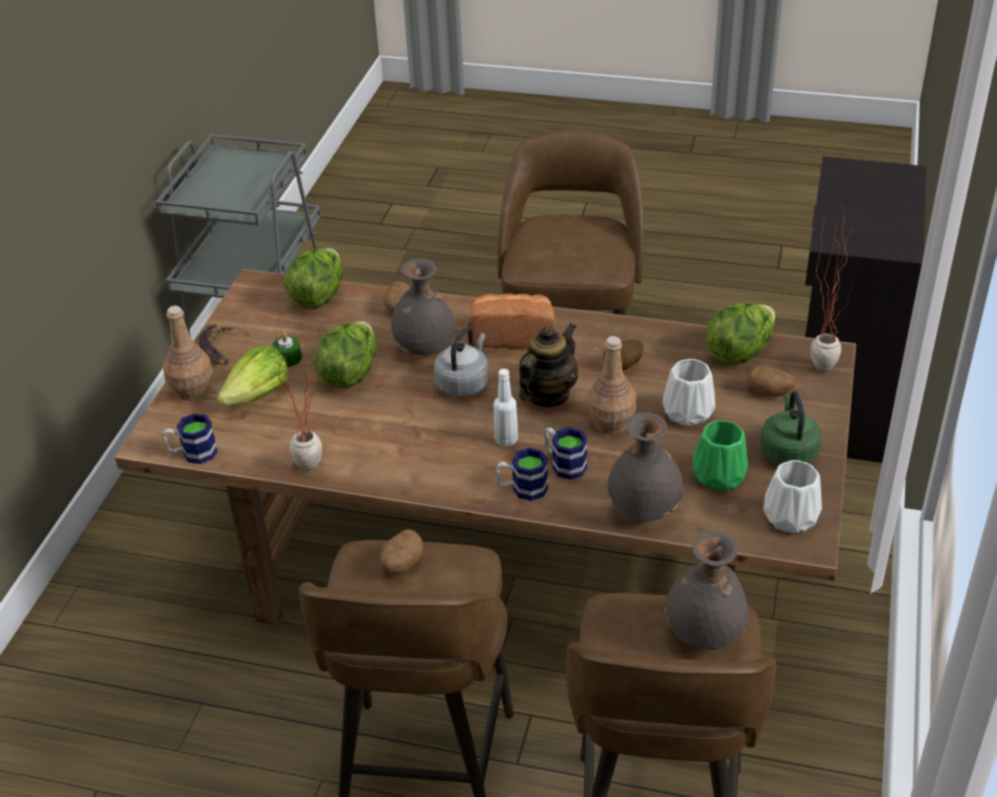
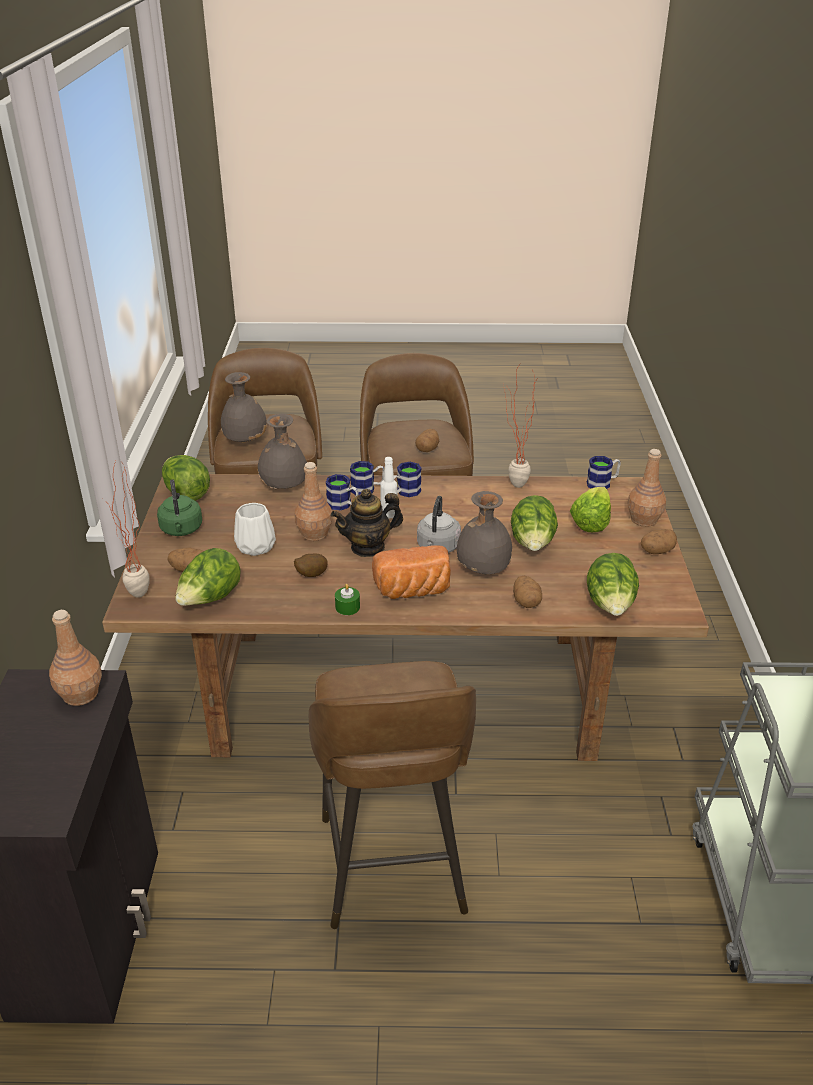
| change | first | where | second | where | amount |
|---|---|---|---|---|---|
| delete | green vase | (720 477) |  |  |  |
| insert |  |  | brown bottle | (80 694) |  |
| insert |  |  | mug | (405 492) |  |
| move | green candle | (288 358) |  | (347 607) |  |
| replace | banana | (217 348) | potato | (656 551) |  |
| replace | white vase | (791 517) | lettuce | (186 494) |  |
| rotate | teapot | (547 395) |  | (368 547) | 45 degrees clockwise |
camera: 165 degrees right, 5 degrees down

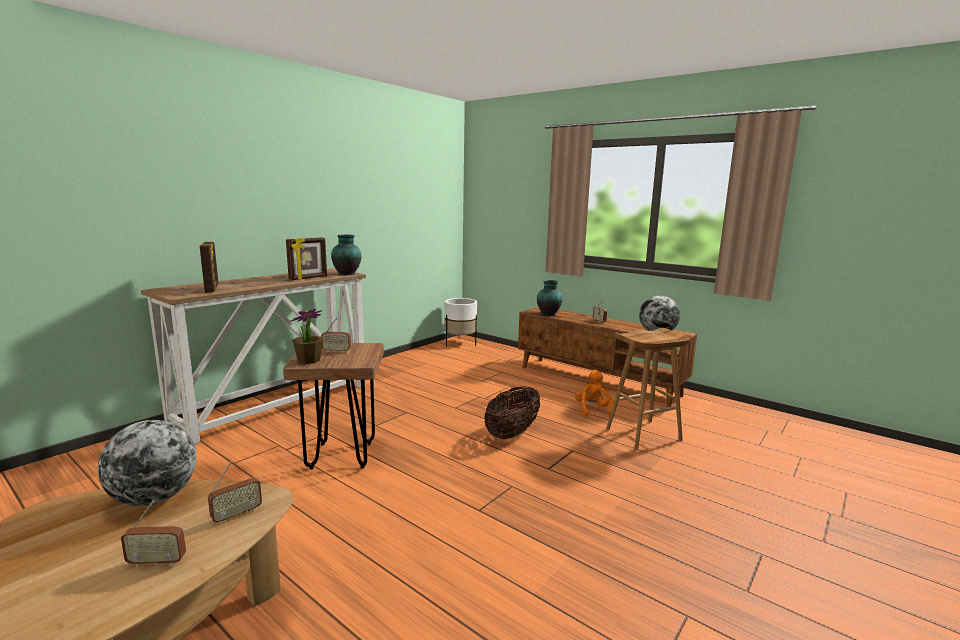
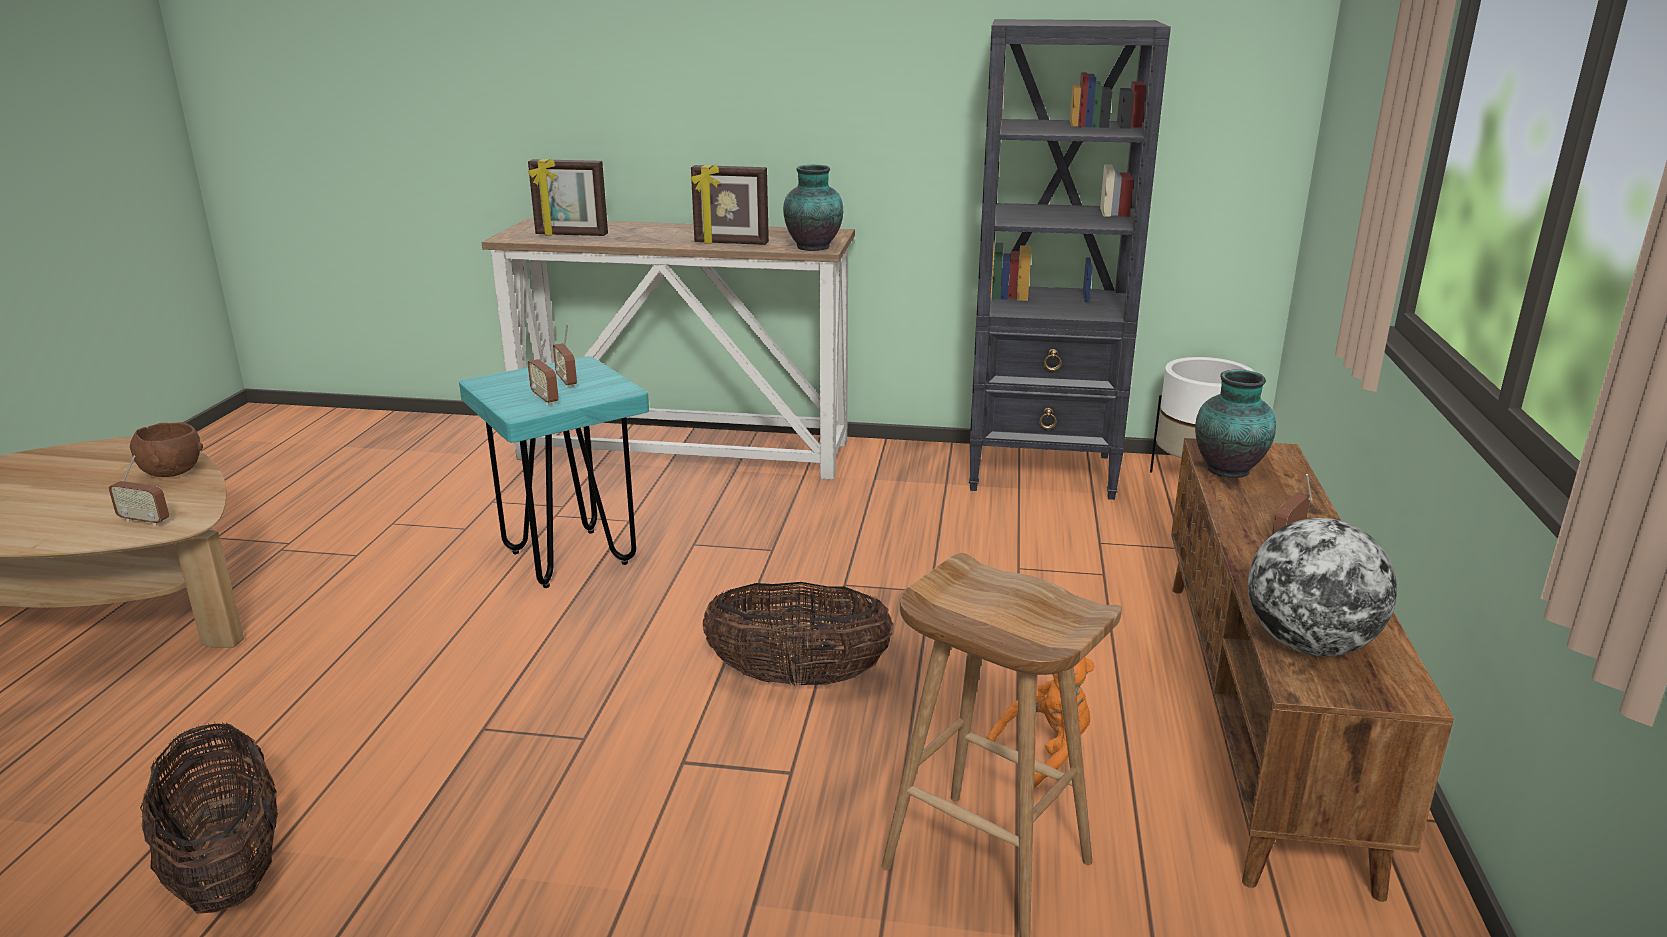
| change | first | where | second | where | amount |
|---|---|---|---|---|---|
| delete | potted plant | (308 360) |  |  |  |
| insert |  |  | basket | (228 869) |  |
| insert |  |  | black bookcase | (1042 473) |  |
| move | radio | (157 562) |  | (545 399) |  |
| replace | globe | (155 498) | brown bowl | (173 473) |  |
| recolor | brown stool | (342 455) | turquoise stool | (570 558) |  |
| rotate | picture frame | (212 289) |  | (571 235) | 60 degrees clockwise |
camera: 60 degrees right, 10 degrees up

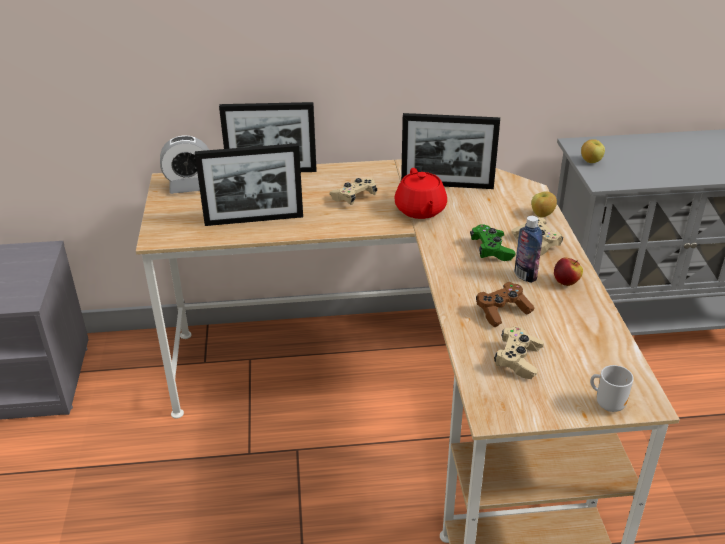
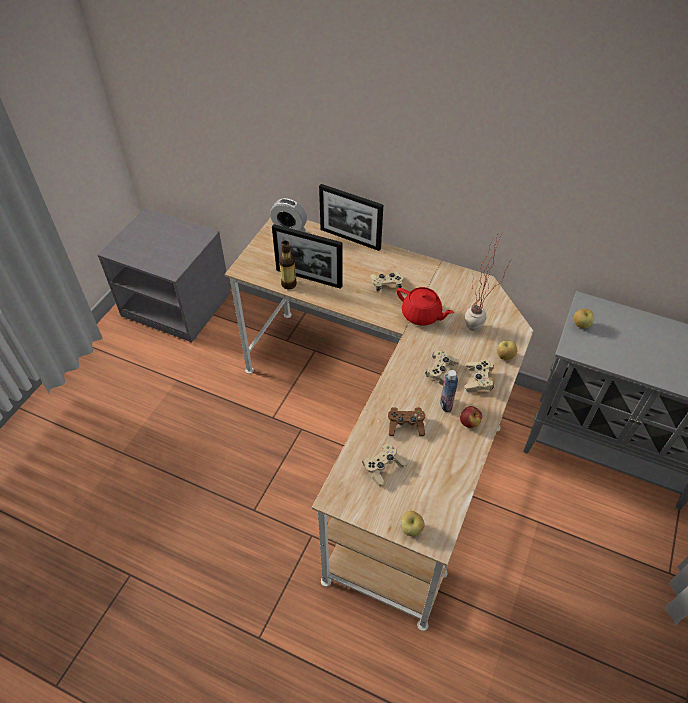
| change | first | where | second | where | amount |
|---|---|---|---|---|---|
| delete | picture frame | (447 185) |  |  |  |
| insert |  |  | bottle | (288 284) |  |
| insert |  |  | potted plant | (475 332) |  |
| replace | mug | (608 404) | apple | (411 529) |  |
| recolor | green game controller | (491 250) | beige game controller | (441 372) |  |
| rotate | red teapot | (420 210) |  | (422 315) | 75 degrees counterclockwise |
camera: 30 degrees right, 15 degrees up

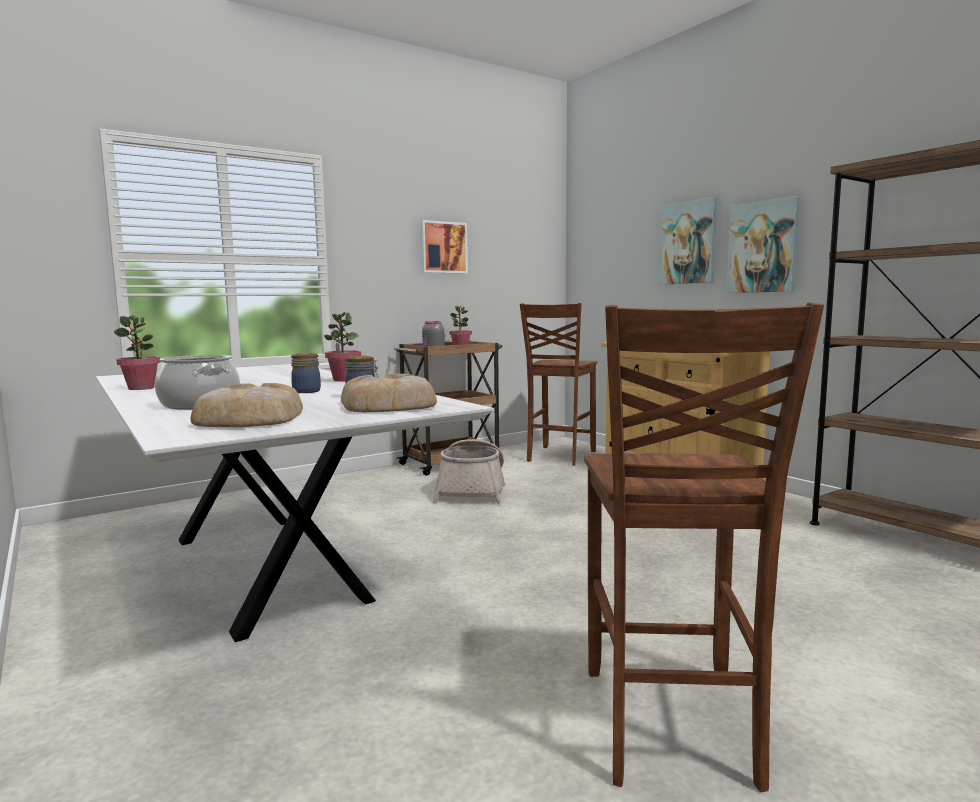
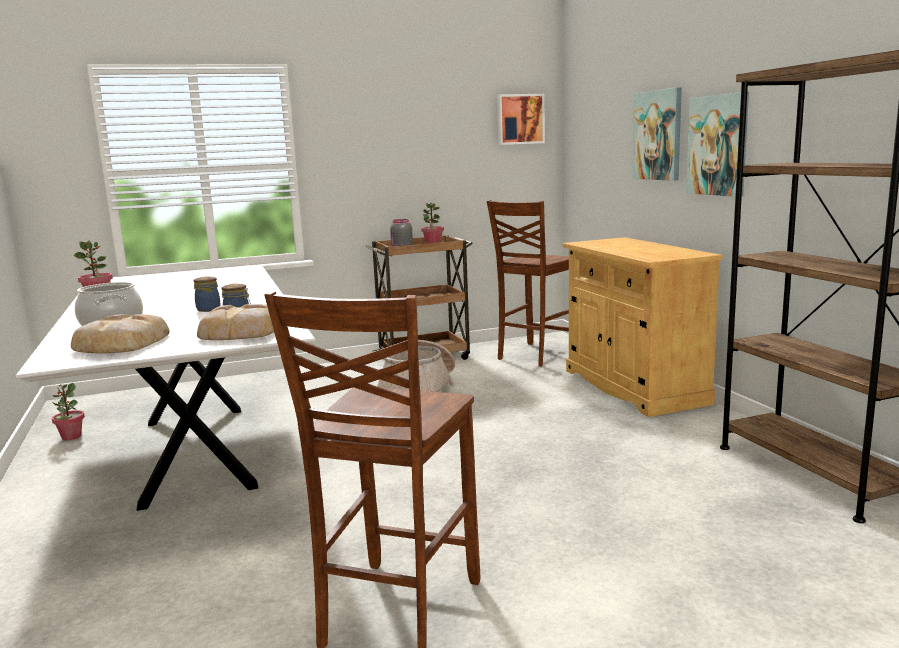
| change | first | where | second | where | amount |
|---|---|---|---|---|---|
| move | potted plant | (344 380) |  | (71 437) |  |
| move | picture | (442 247) |  | (520 119) |  |
camera: 15 degrees right, 5 degrees up

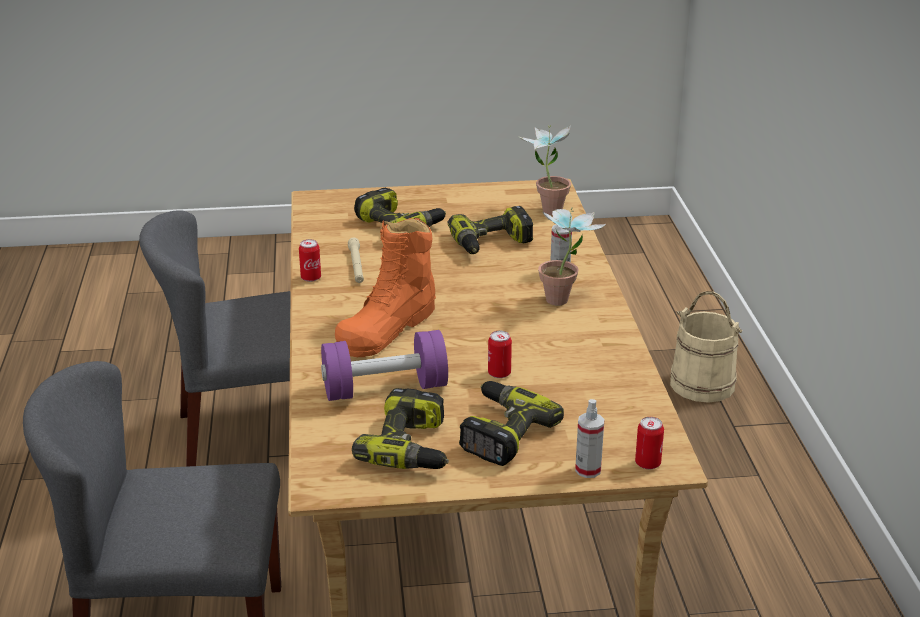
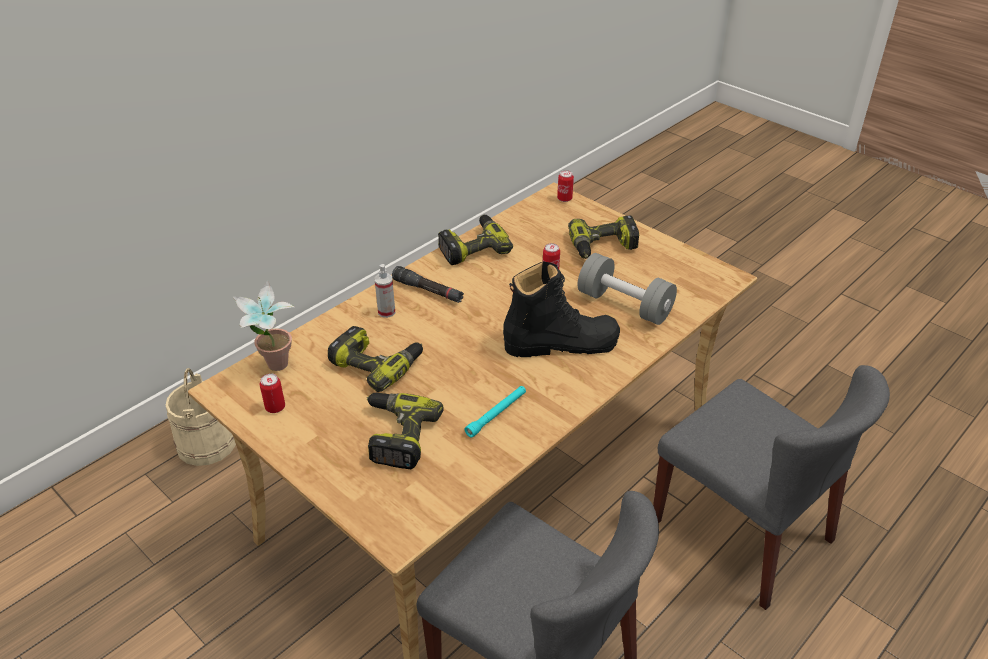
| change | first | where | second | where | amount |
|---|---|---|---|---|---|
| delete | spray bottle | (588 470) |  |  |  |
| move | can | (311 278) |  | (275 407) |  |
| move | power drill | (412 447) |  | (473 247) |  |
| replace | potted plant | (565 299) | black flashlight | (428 291) |  |
| recolor | purple dumbbell | (385 389) | grey dumbbell | (624 305) |  |
| recolor | orange boot | (387 328) | black boot | (561 343) |  |
| recolor | beige flashlight | (356 266) | turquoise flashlight | (496 414) |  |
camera: 130 degrees left, 10 degrees up

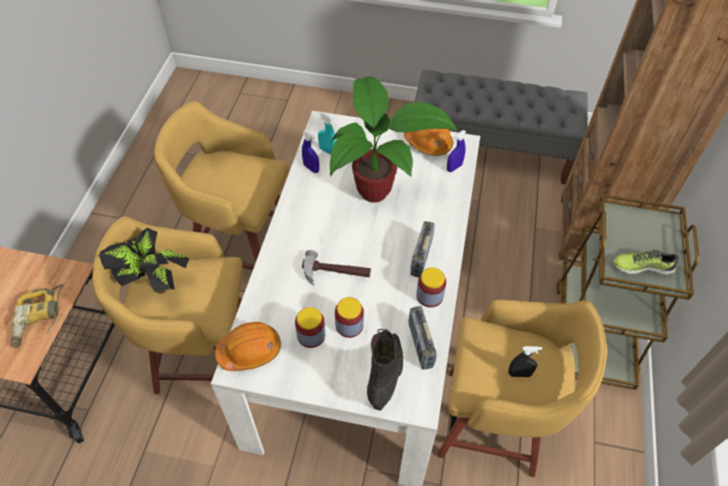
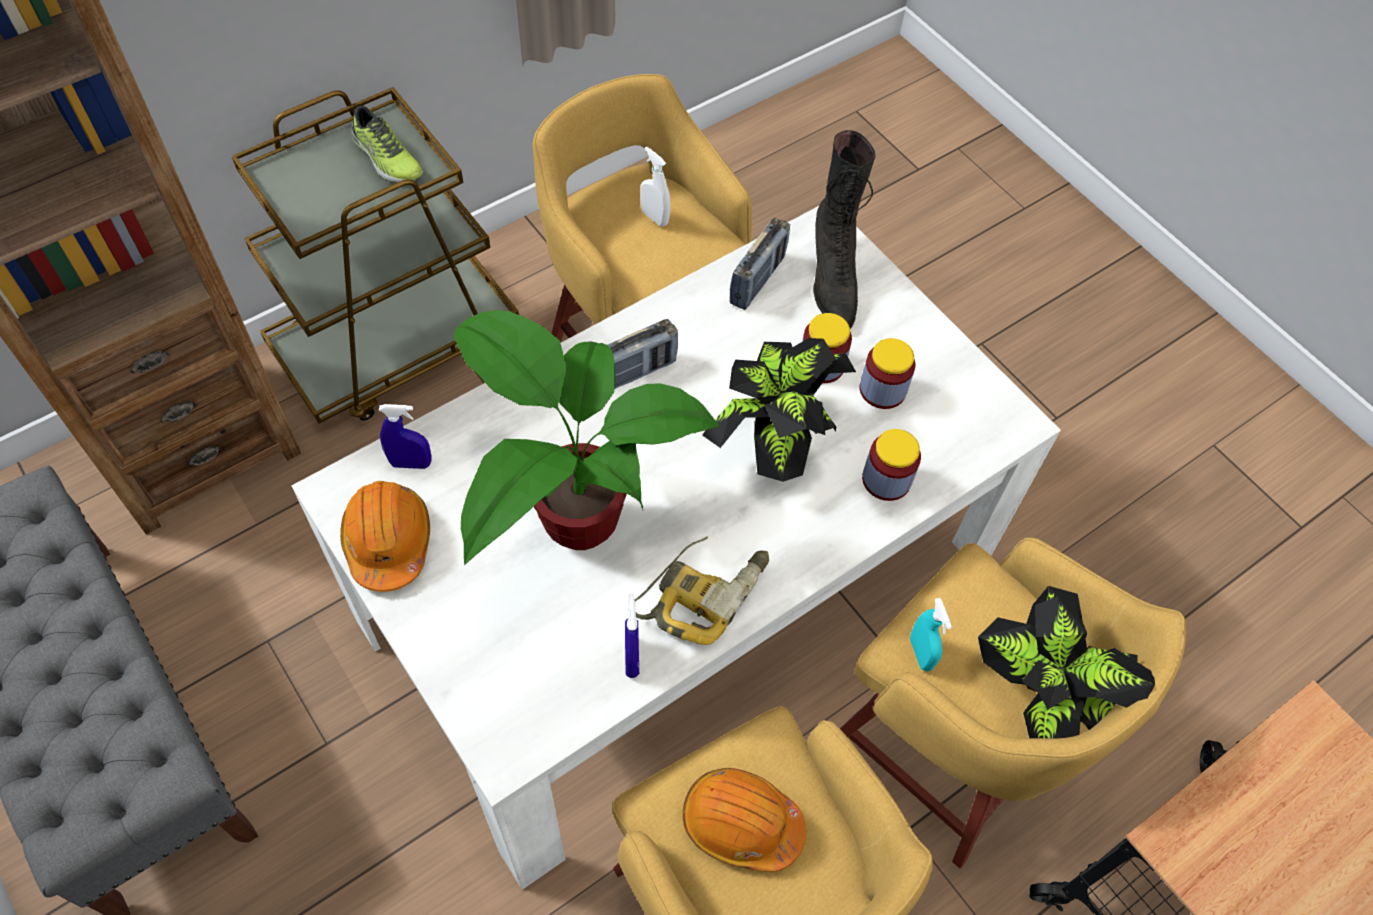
| change | first | where | second | where | amount |
|---|---|---|---|---|---|
| move | power drill | (40 319) |  | (702 591) |  |
| move | orange hard hat | (250 351) |  | (741 823) |  |
| move | turquoise spray bottle | (327 151) |  | (920 653) |  |
| move | jar | (429 296) |  | (886 479) |  |
| replace | hammer | (335 274) | potted plant | (774 442) |  |
| recolor | black spray bottle | (519 374) | white spray bottle | (654 217) |  |
| rotate | black boot | (386 376) |  | (832 280) | 60 degrees counterclockwise |
camera: 140 degrees left, 5 degrees up

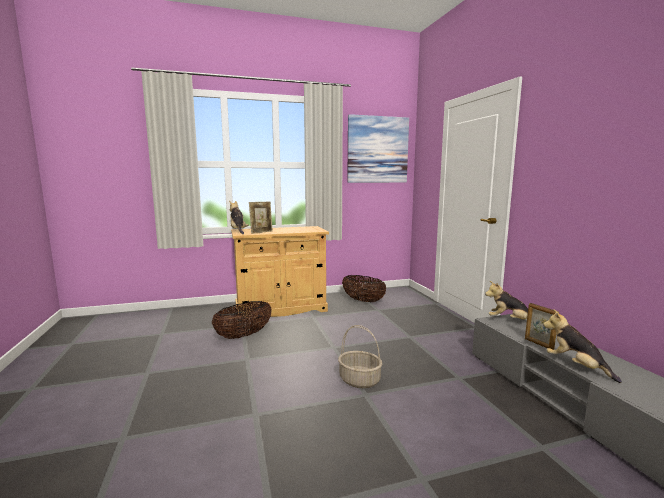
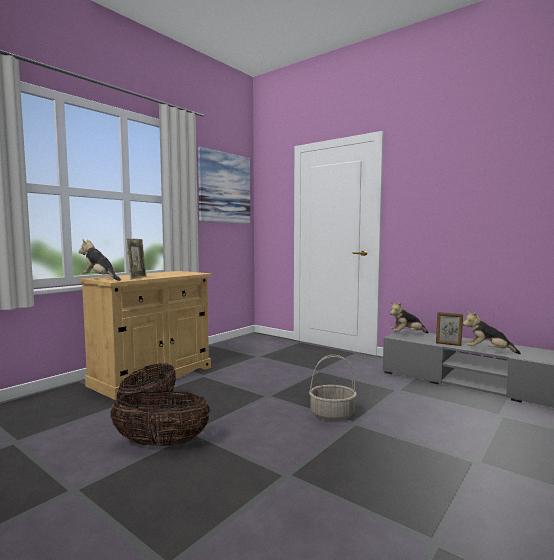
| change | first | where | second | where | amount |
|---|---|---|---|---|---|
| move | basket | (363 301) |  | (161 443) |  |
camera: 35 degrees left, 5 degrees down

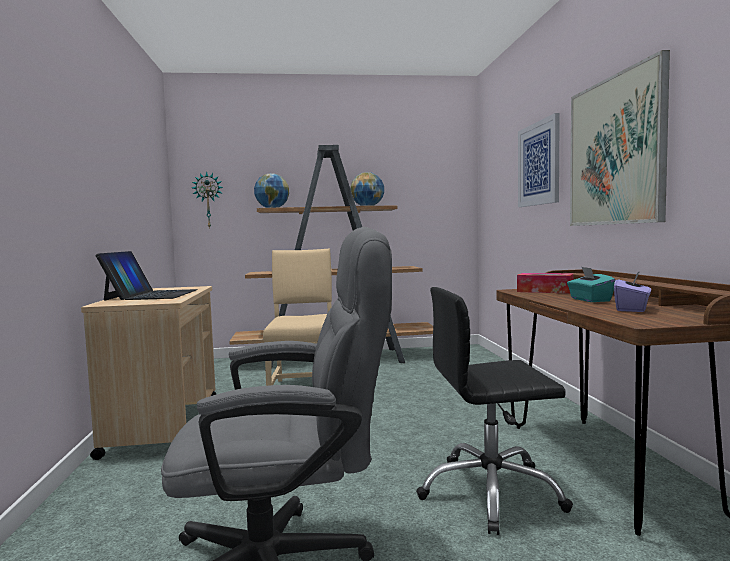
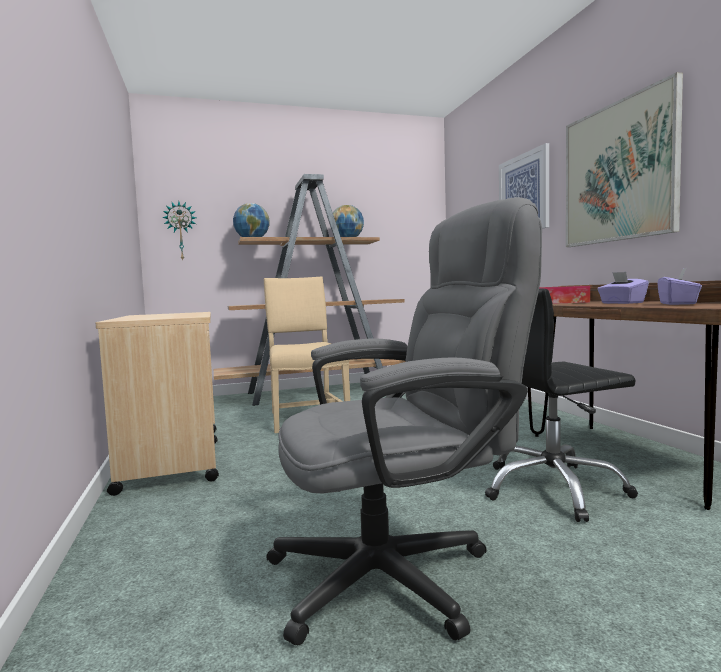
| change | first | where | second | where | amount |
|---|---|---|---|---|---|
| delete | laptop | (152 295) |  |  |  |
| recolor | turquoise tissue box | (589 300) | purple tissue box | (621 303) |  |
camera: 10 degrees left, 0 degrees up

